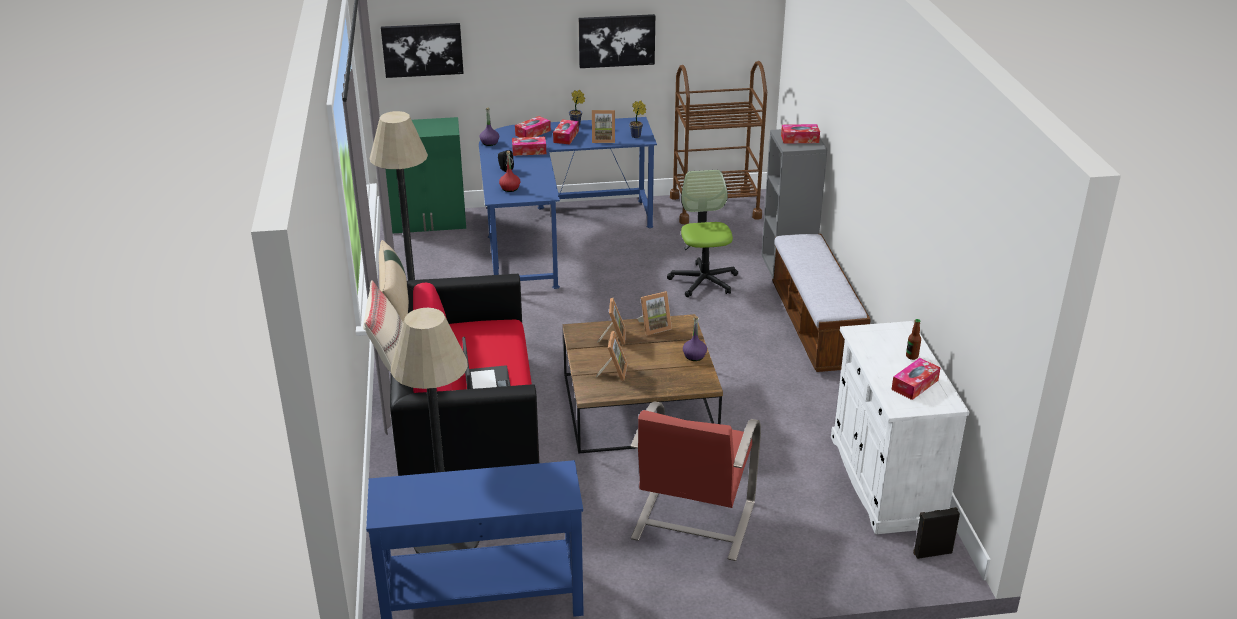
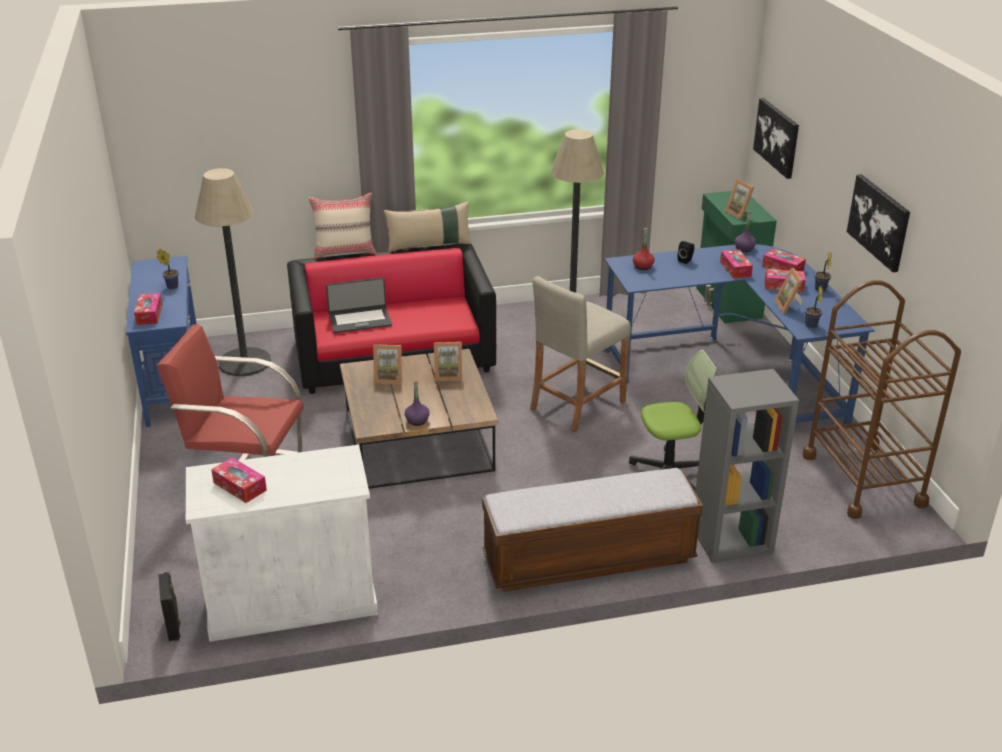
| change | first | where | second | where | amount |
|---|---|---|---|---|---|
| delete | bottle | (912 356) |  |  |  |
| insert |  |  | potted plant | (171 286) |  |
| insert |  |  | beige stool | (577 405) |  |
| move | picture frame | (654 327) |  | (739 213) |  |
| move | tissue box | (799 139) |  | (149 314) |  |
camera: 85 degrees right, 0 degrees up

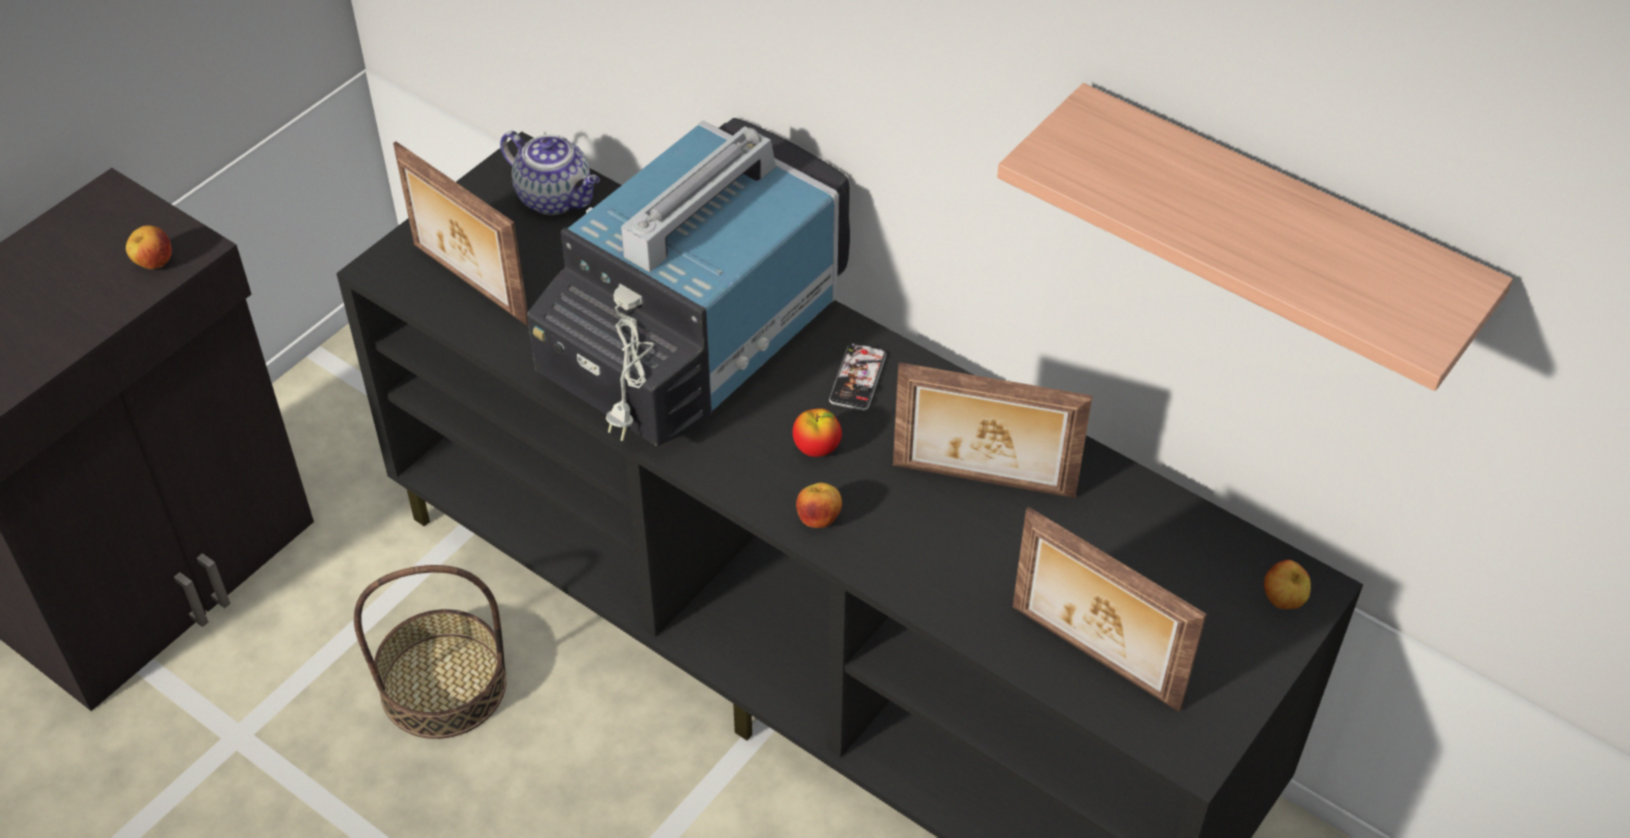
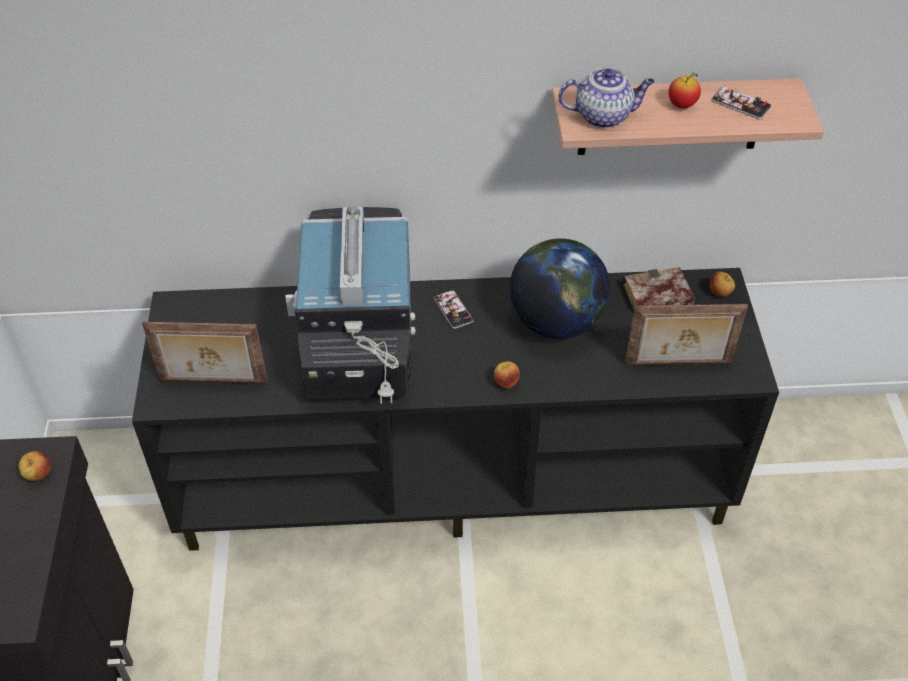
| change | first | where | second | where | amount |
|---|---|---|---|---|---|
| delete | basket | (443 685) |  |  |  |
| insert |  |  | book | (655 298) |  |
| insert |  |  | phone | (741 104) |  |
| move | teapot | (556 198) |  | (604 116) |  |
| move | apple | (817 449) |  | (682 105) |  |
| replace | picture frame | (983 482) | globe | (556 321) |  |
camera: 40 degrees left, 0 degrees up

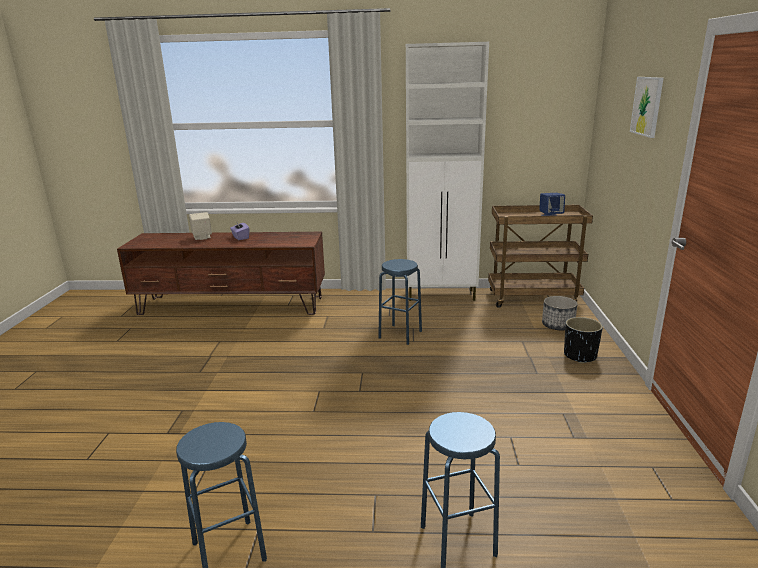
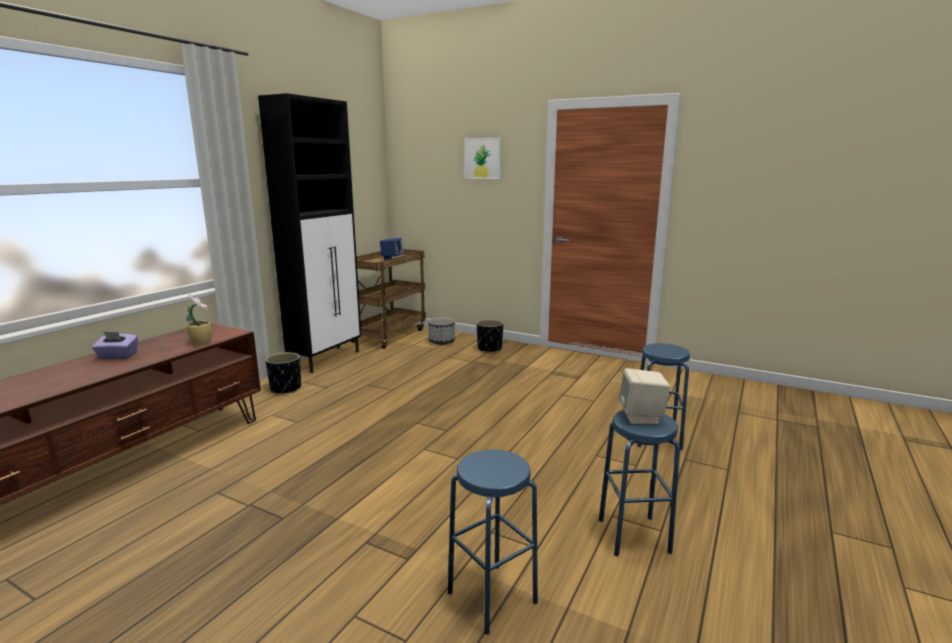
| change | first | where | second | where | amount |
|---|---|---|---|---|---|
| insert |  |  | potted plant | (202 342) |  |
| insert |  |  | black planter | (285 388) |  |
| move | beige speaker | (202 237) |  | (641 417) |  |
| move | blue stool | (400 334) |  | (492 597) |  |
| recolor | white cabinet | (442 295) | black cabinet | (326 359) |  |
camera: 65 degrees left, 5 degrees down

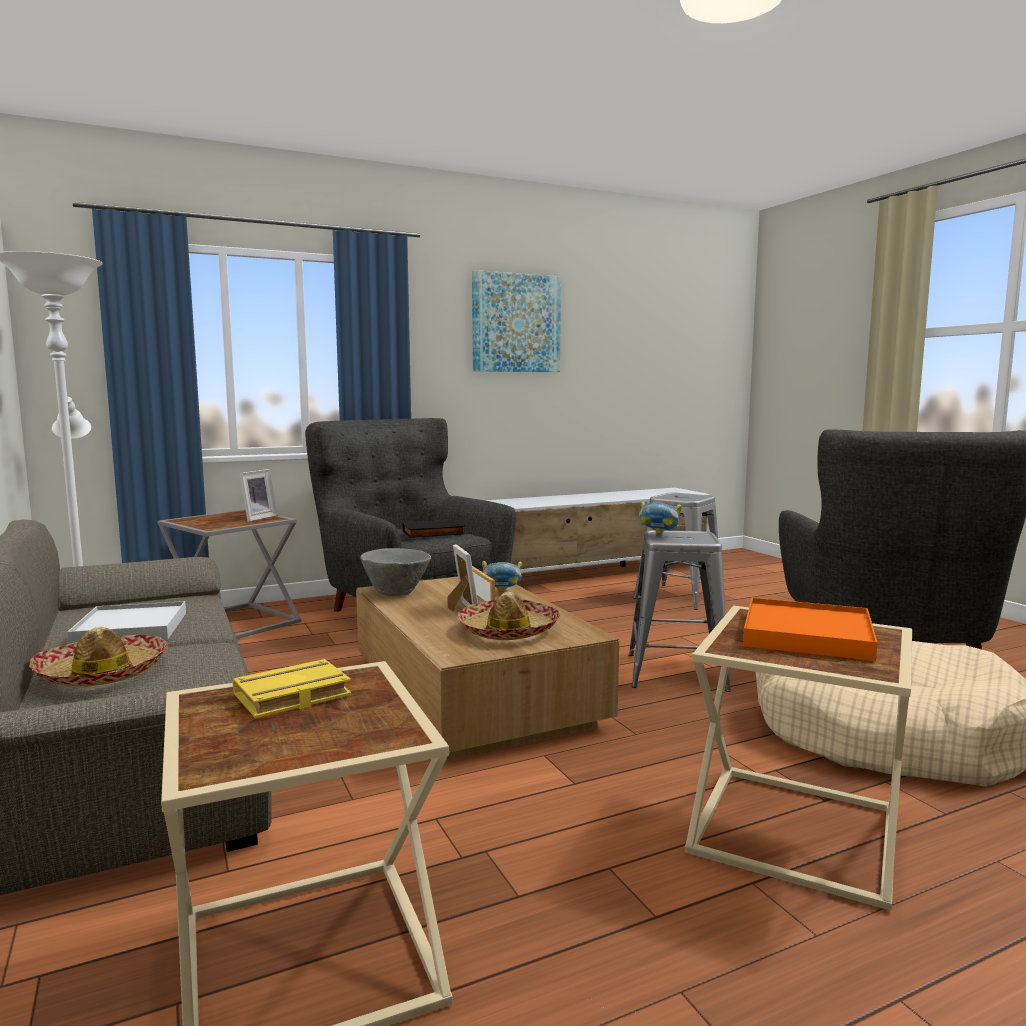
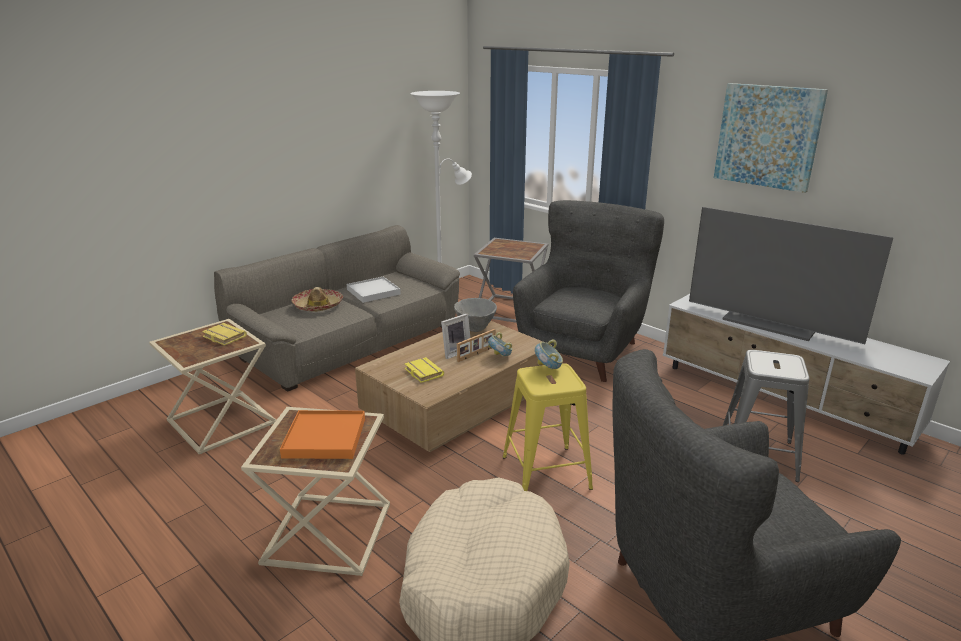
| change | first | where | second | where | amount |
|---|---|---|---|---|---|
| delete | picture frame | (257 518) |  |  |  |
| delete | black book | (433 533) |  |  |  |
| insert |  |  | television | (771 323) |  |
| replace | hat | (508 631) | yellow book | (422 372) |  |
| recolor | grey stool | (676 672) | yellow stool | (546 472) |  |
camera: 70 degrees right, 15 degrees up

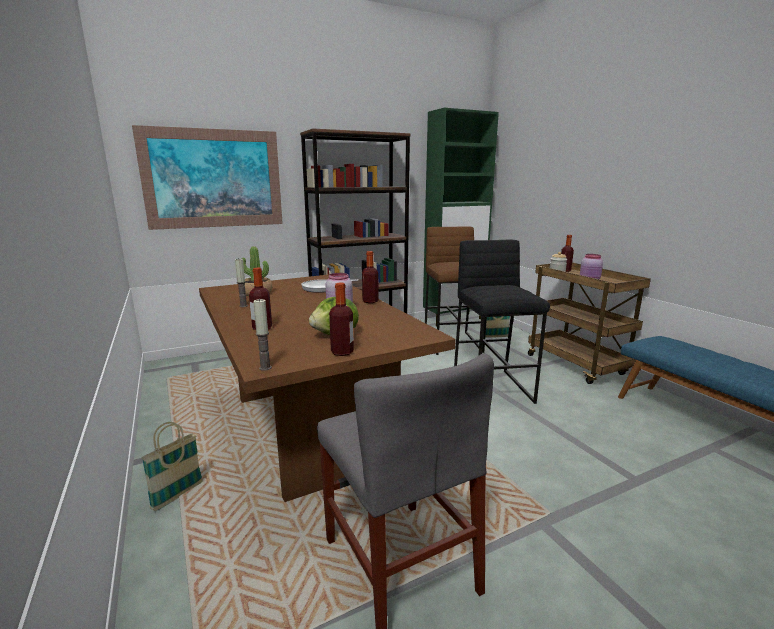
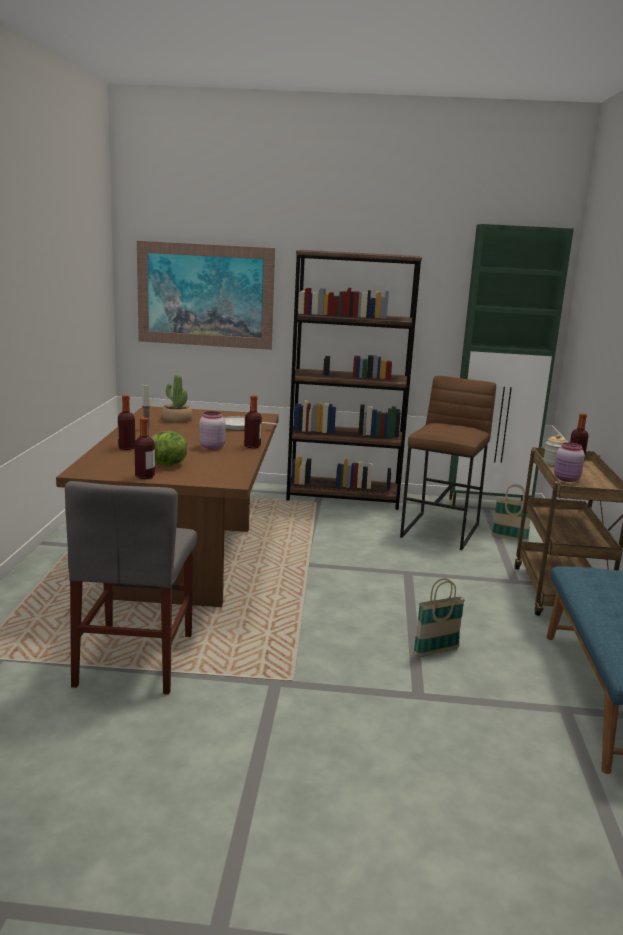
| change | first | where | second | where | amount |
|---|---|---|---|---|---|
| delete | candle | (265 368) |  |  |  |
| delete | black stool | (493 388) |  |  |  |
| move | basket | (178 496) |  | (436 651) |  |
camera: 30 degrees right, 0 degrees up

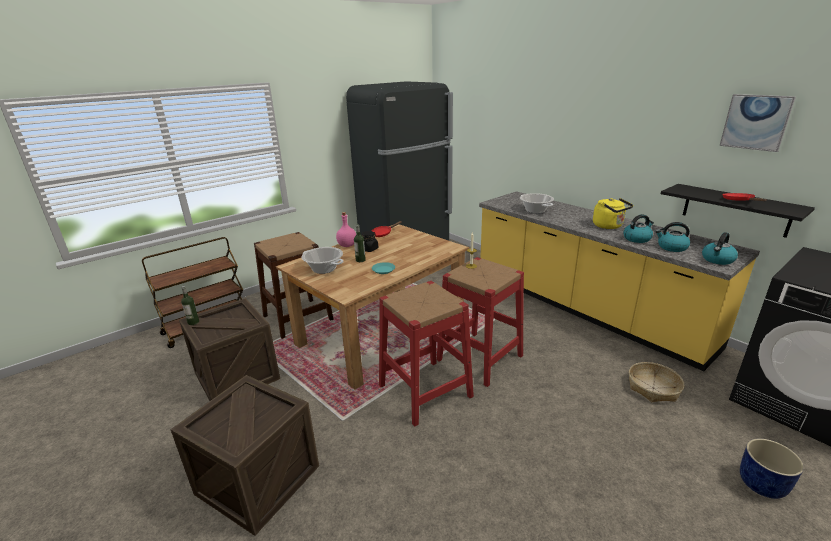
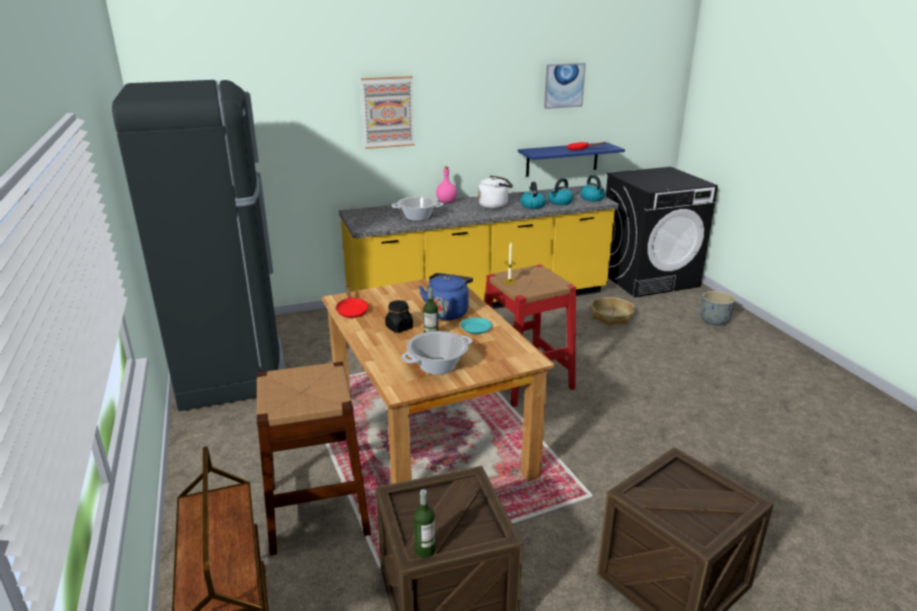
| change | first | where | second | where | amount |
|---|---|---|---|---|---|
| delete | red stool | (425 391) |  |  |  |
| insert |  |  | picture | (388 112) |  |
| insert |  |  | blue kettle | (448 312) |  |
| move | pink bottle | (347 245) |  | (446 202) |  |
| recolor | yellow kettle | (609 226) | white kettle | (494 205) |  |
| recolor | black shelf | (735 210) | blue shelf | (562 159) |  |
| recolor | blue planter | (762 484) | grey planter | (715 321) |  |
camera: 70 degrees left, 0 degrees up

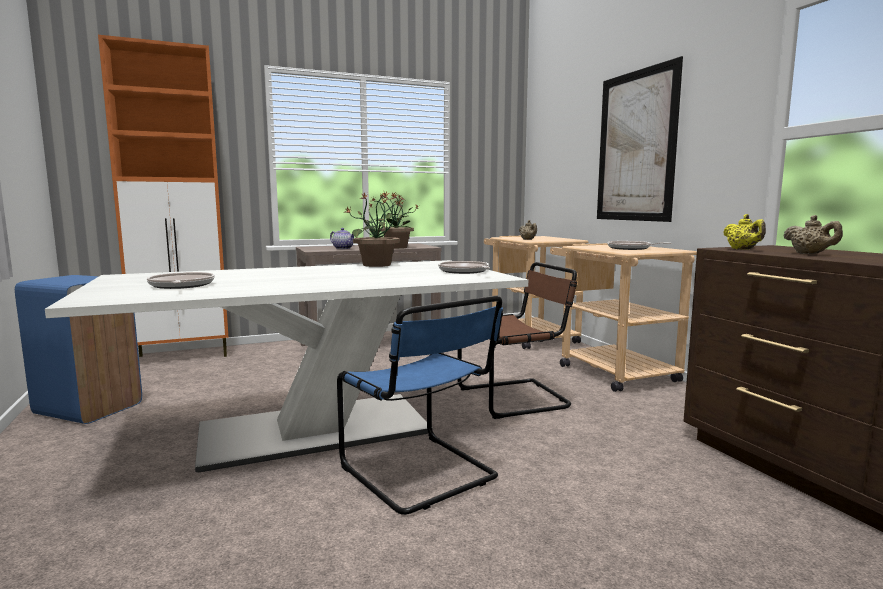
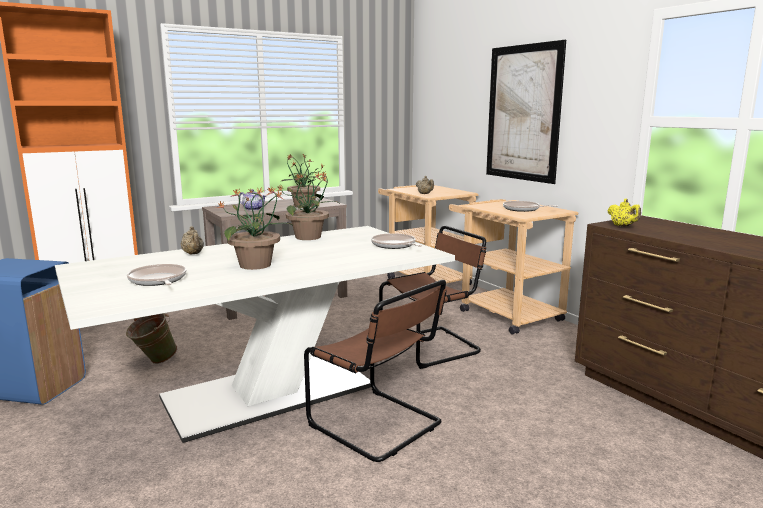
| change | first | where | second | where | amount |
|---|---|---|---|---|---|
| insert |  |  | green bucket | (154 362) |  |
| insert |  |  | potted plant | (256 265) |  |
| move | beige teapot | (810 254) |  | (193 254) |  |
| recolor | blue chair | (422 474) | brown chair | (379 425) |  |
camera: 10 degrees left, 5 degrees up

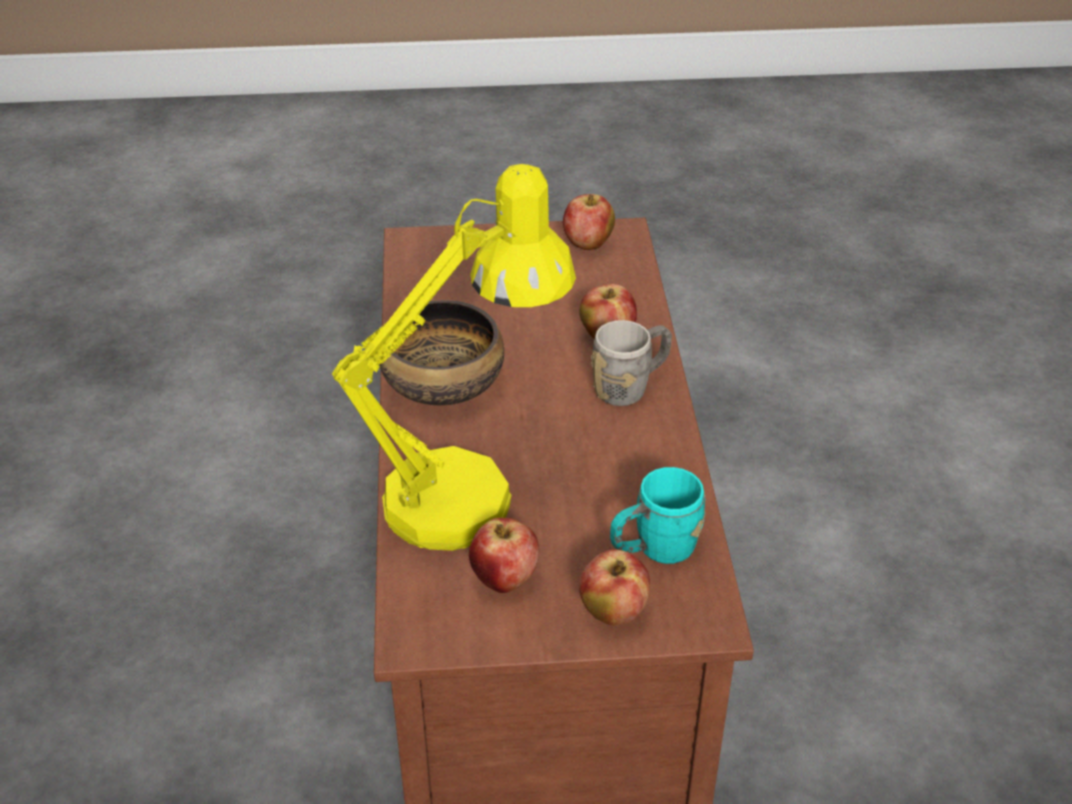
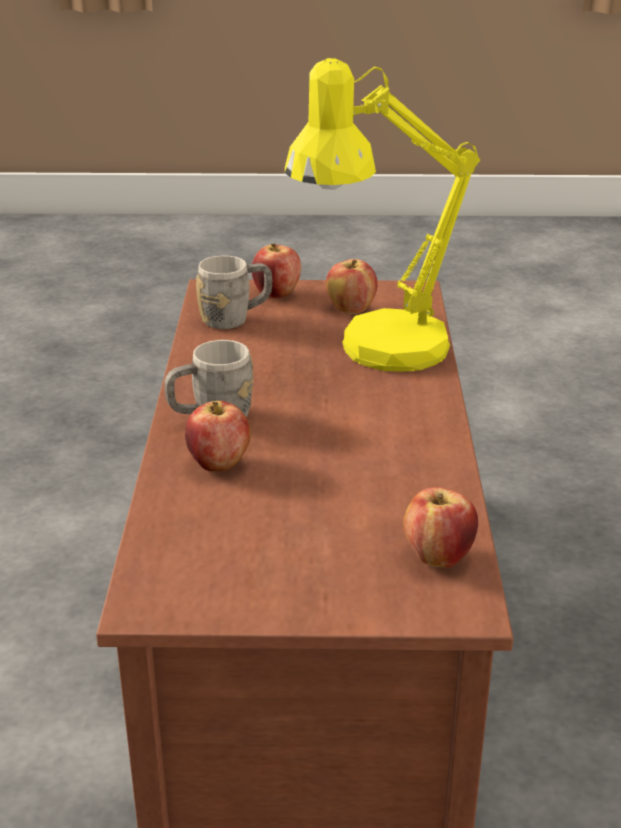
| change | first | where | second | where | amount |
|---|---|---|---|---|---|
| delete | bowl | (441 383) |  |  |  |
| move | apple | (588 244) |  | (438 557) |  |
| recolor | turquoise mug | (654 549) | grey mug | (235 318) |  |
camera: 175 degrees left, 10 degrees down

